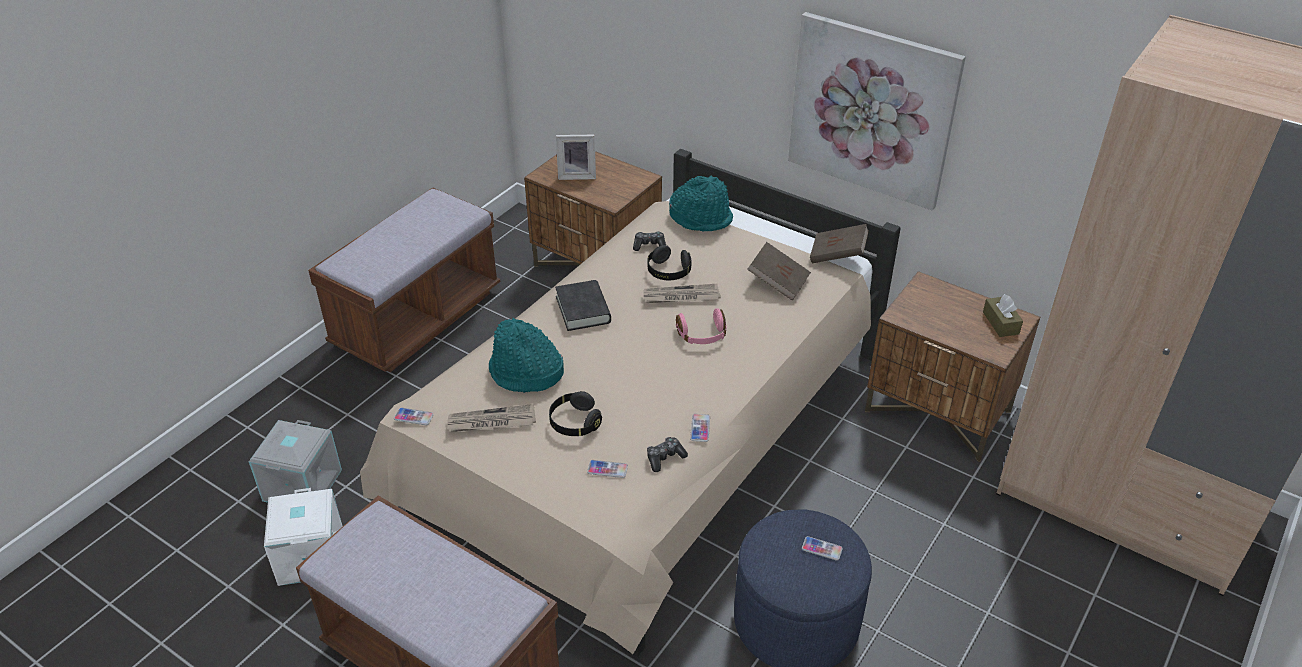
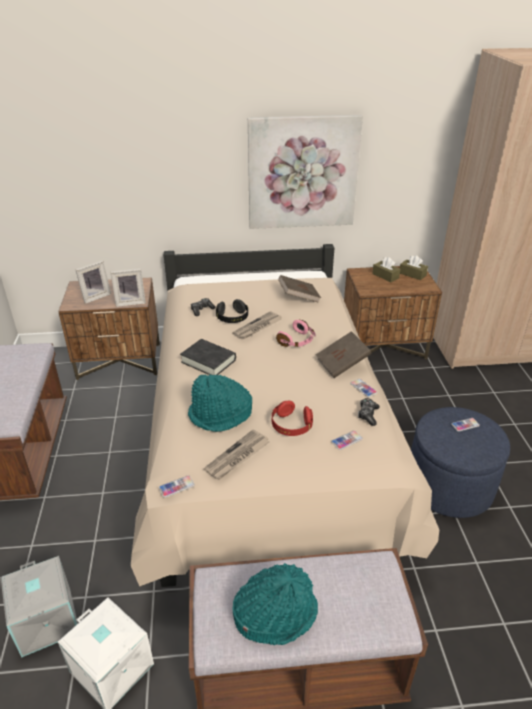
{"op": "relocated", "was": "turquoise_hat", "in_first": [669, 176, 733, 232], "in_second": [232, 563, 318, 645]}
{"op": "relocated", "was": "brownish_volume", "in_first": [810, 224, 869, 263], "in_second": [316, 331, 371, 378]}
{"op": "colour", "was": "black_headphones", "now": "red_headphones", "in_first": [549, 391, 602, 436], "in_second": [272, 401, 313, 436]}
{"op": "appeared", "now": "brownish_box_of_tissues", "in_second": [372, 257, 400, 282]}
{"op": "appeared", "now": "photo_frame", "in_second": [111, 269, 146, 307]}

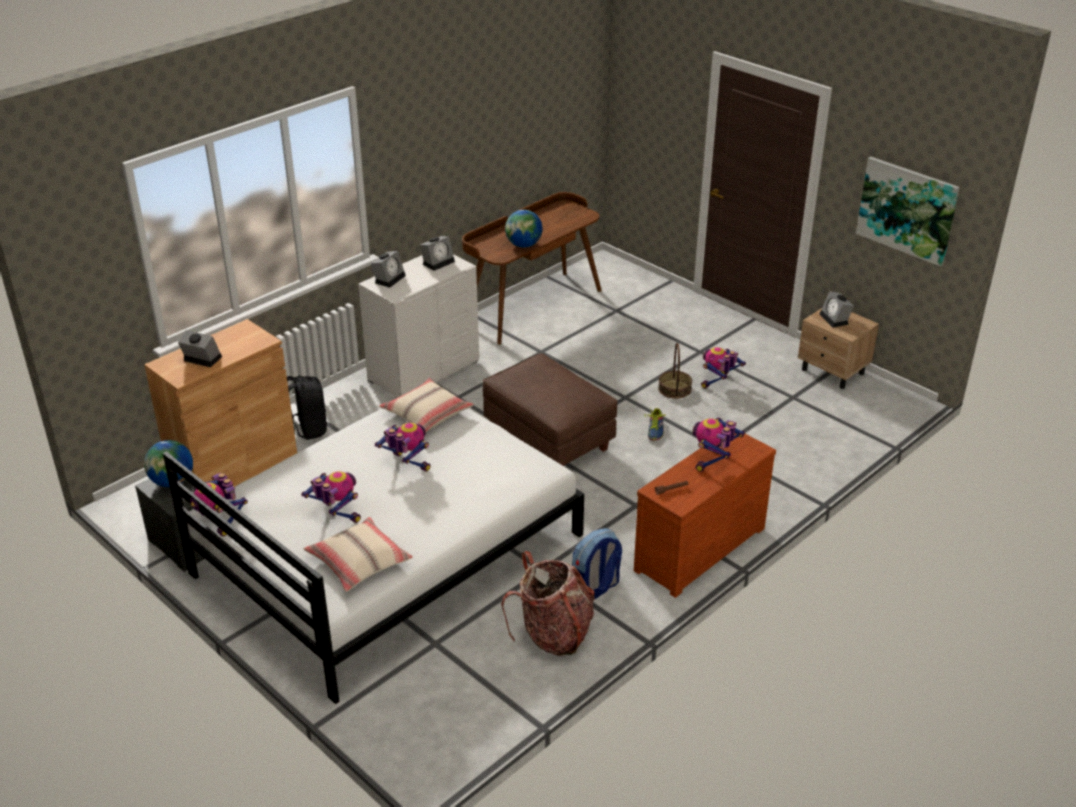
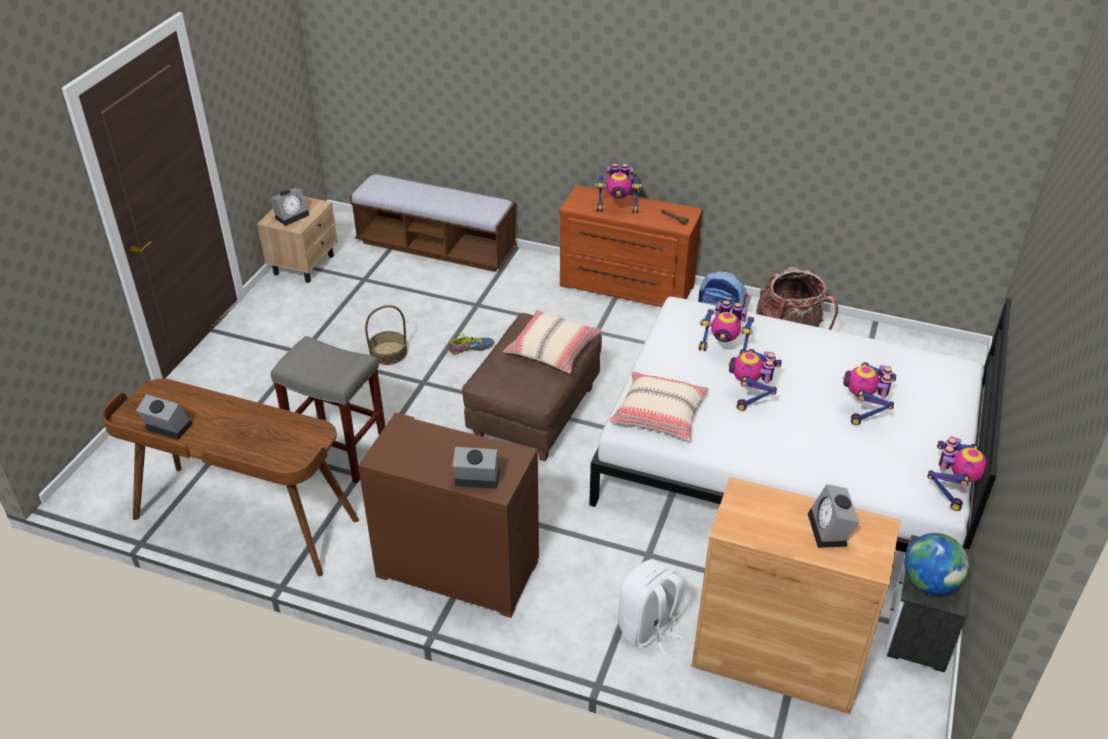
{"op": "missing", "was": "wall_picture", "in_first": [856, 157, 960, 267]}
{"op": "missing", "was": "globe", "in_first": [505, 210, 543, 248]}
{"op": "relocated", "was": "table_clock", "in_first": [420, 236, 455, 271], "in_second": [136, 394, 193, 440]}
{"op": "colour", "was": "white_dresser", "now": "brownish_dresser", "in_first": [358, 254, 479, 398], "in_second": [358, 412, 539, 618]}
{"op": "relocated", "was": "robot_figure", "in_first": [701, 347, 746, 389], "in_second": [699, 300, 755, 355]}
{"op": "colour", "was": "black_backpack", "now": "white_backpack", "in_first": [287, 376, 327, 440], "in_second": [618, 559, 685, 656]}
{"op": "relocated", "was": "beige-coloured_throw_pillow", "in_first": [303, 517, 413, 592], "in_second": [503, 310, 602, 373]}
{"op": "appeared", "now": "indoor_bench", "in_second": [350, 174, 517, 272]}
{"op": "appeared", "now": "grey_stool_seat", "in_second": [271, 336, 385, 483]}

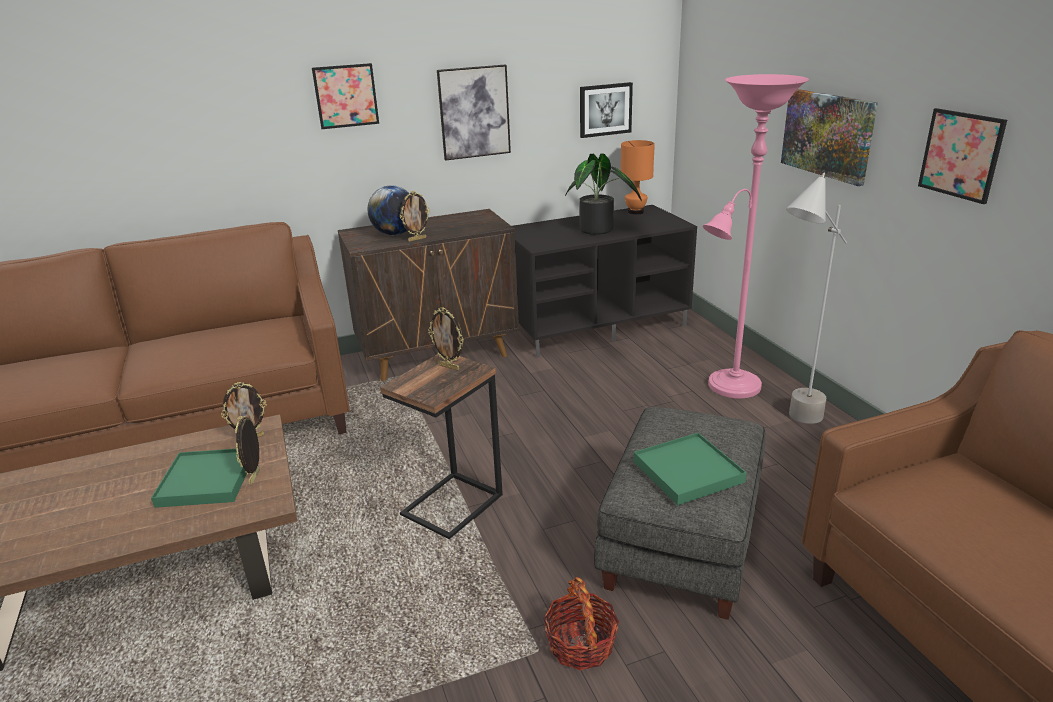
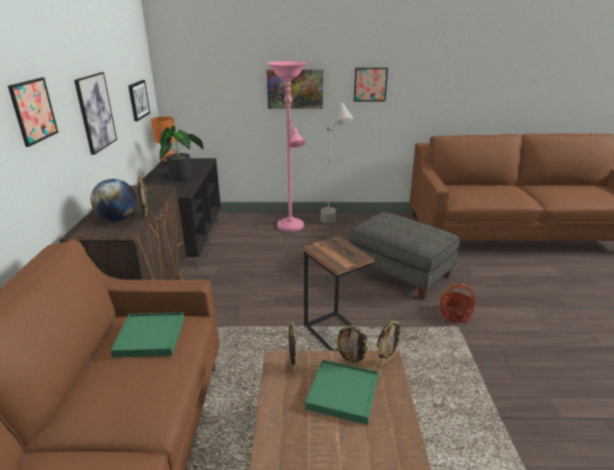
{"op": "relocated", "was": "photo_frame", "in_first": [428, 307, 463, 370], "in_second": [377, 321, 402, 367]}
{"op": "relocated", "was": "greenish_tray", "in_first": [634, 433, 747, 506], "in_second": [110, 312, 184, 358]}

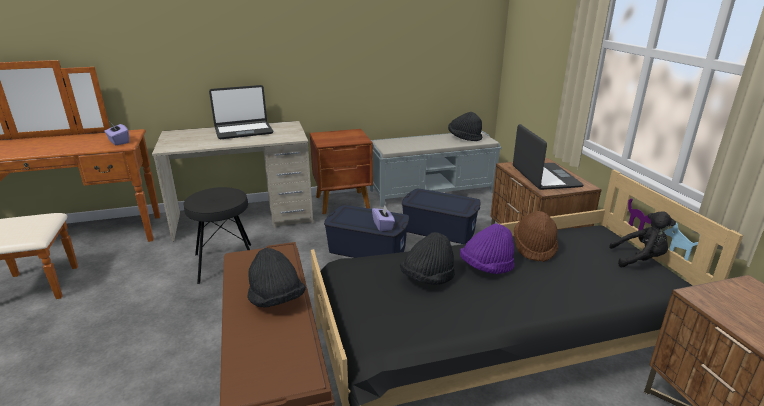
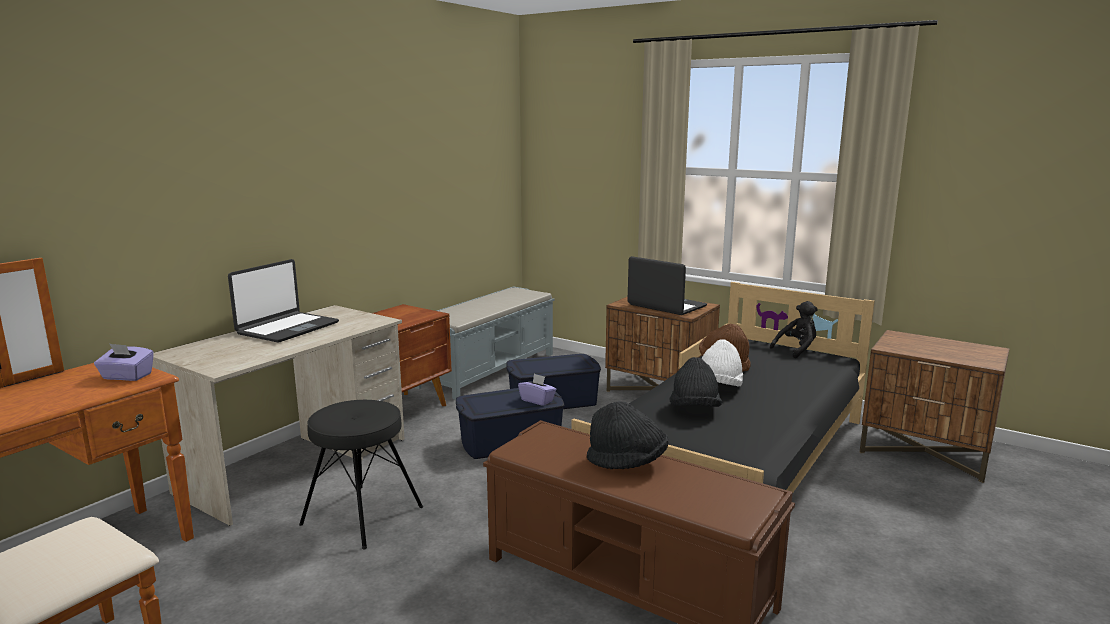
{"op": "missing", "was": "black_hat", "in_first": [448, 112, 482, 141]}
{"op": "colour", "was": "purple_hat", "now": "white_hat", "in_first": [460, 224, 515, 274], "in_second": [702, 339, 743, 387]}

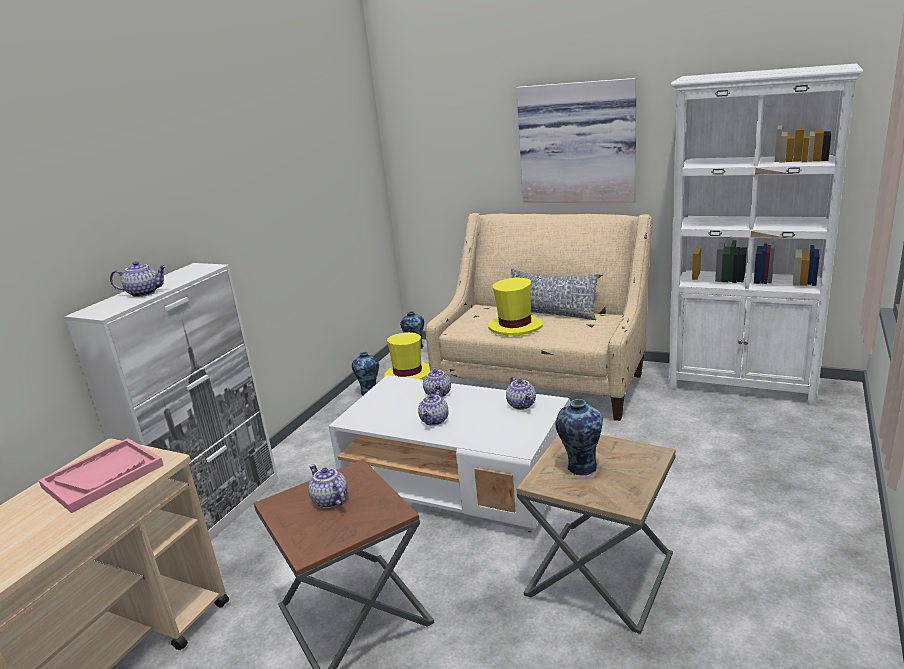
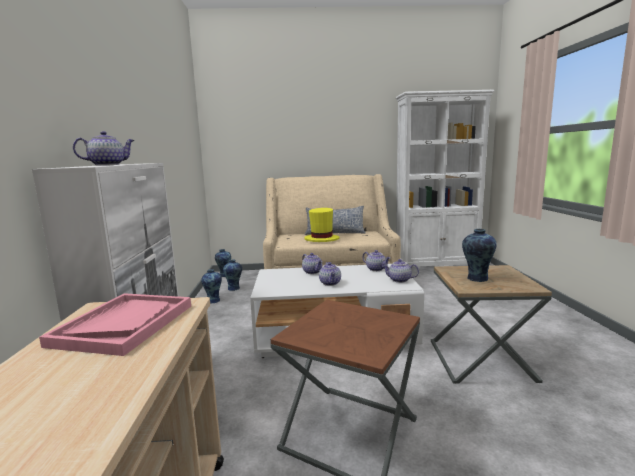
{"op": "missing", "was": "wall_picture", "in_first": [516, 78, 636, 202]}
{"op": "exchanged", "was": "yellow_hat", "now": "vase", "in_first": [384, 332, 430, 380], "in_second": [223, 260, 242, 291]}
{"op": "relocated", "was": "teapot", "in_first": [308, 464, 347, 508], "in_second": [382, 259, 419, 283]}

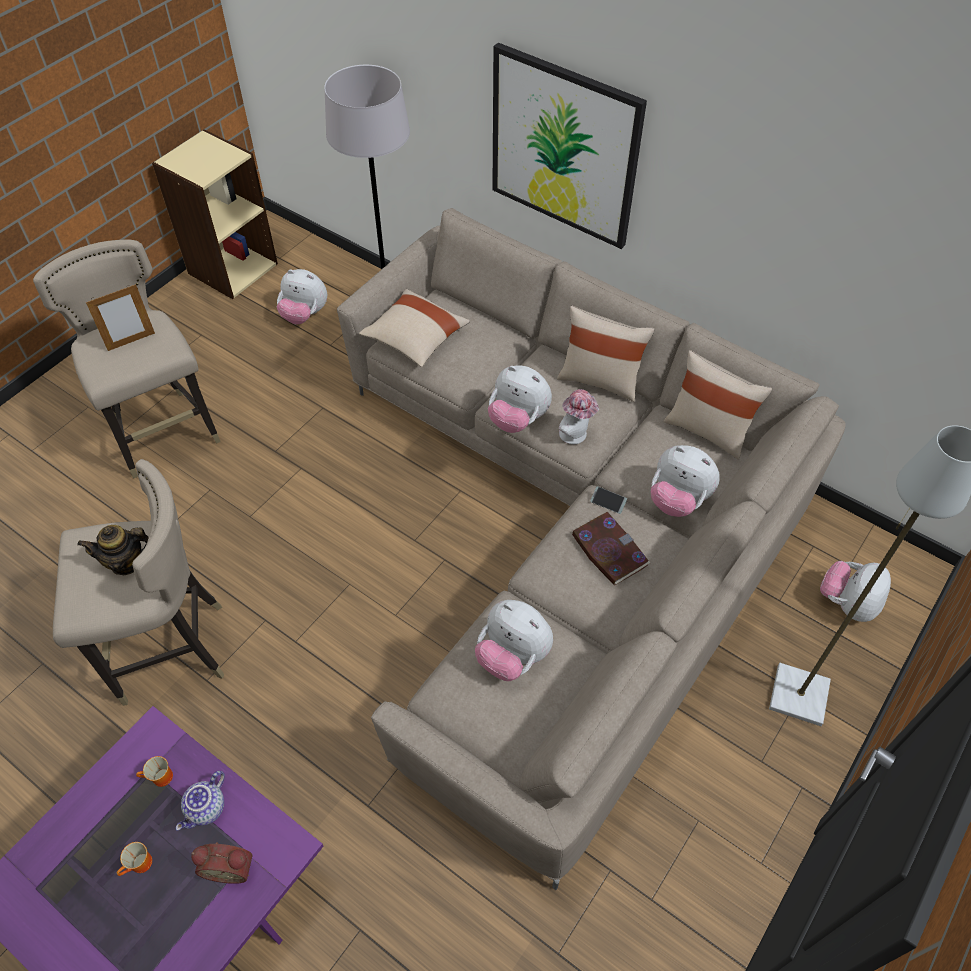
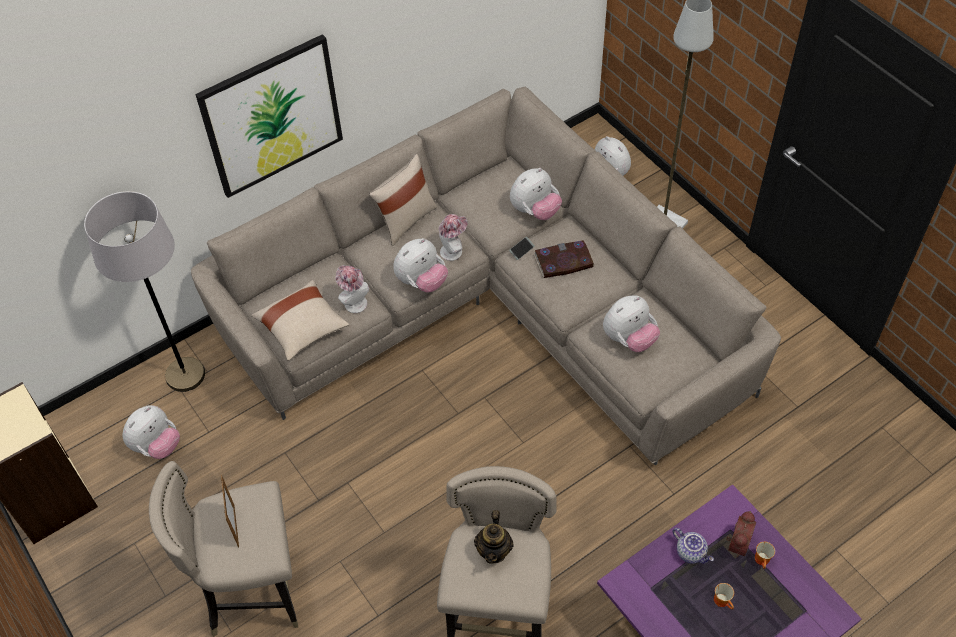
{"op": "missing", "was": "beige-coloured_throw_pillow", "in_first": [663, 350, 772, 460]}
{"op": "relocated", "was": "mug", "in_first": [136, 756, 173, 787], "in_second": [755, 542, 775, 569]}
{"op": "appeared", "now": "hat", "in_second": [335, 265, 369, 313]}

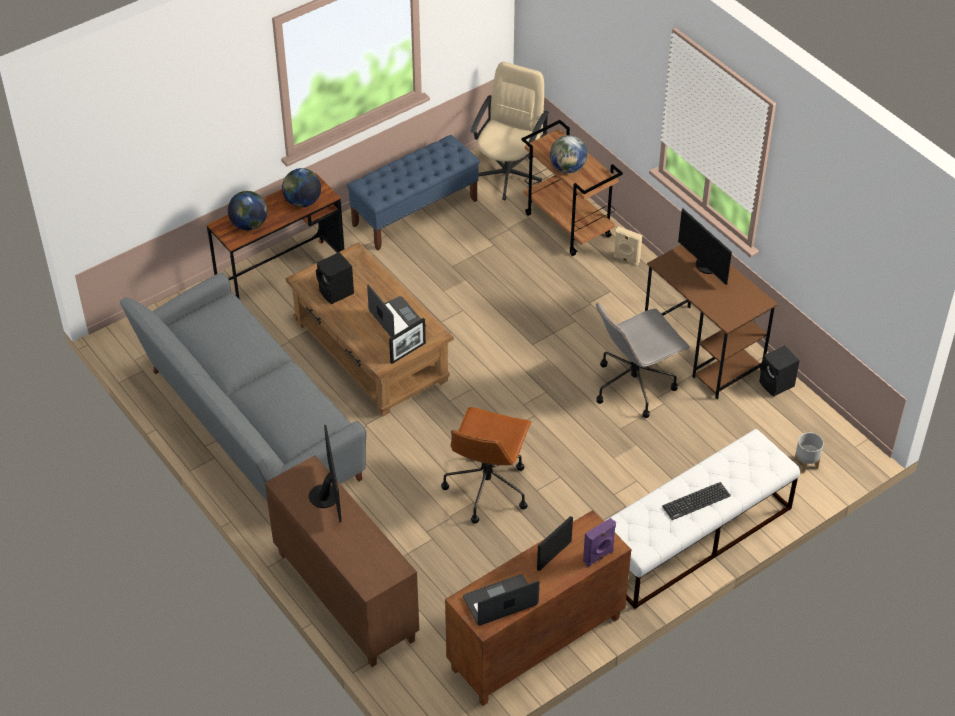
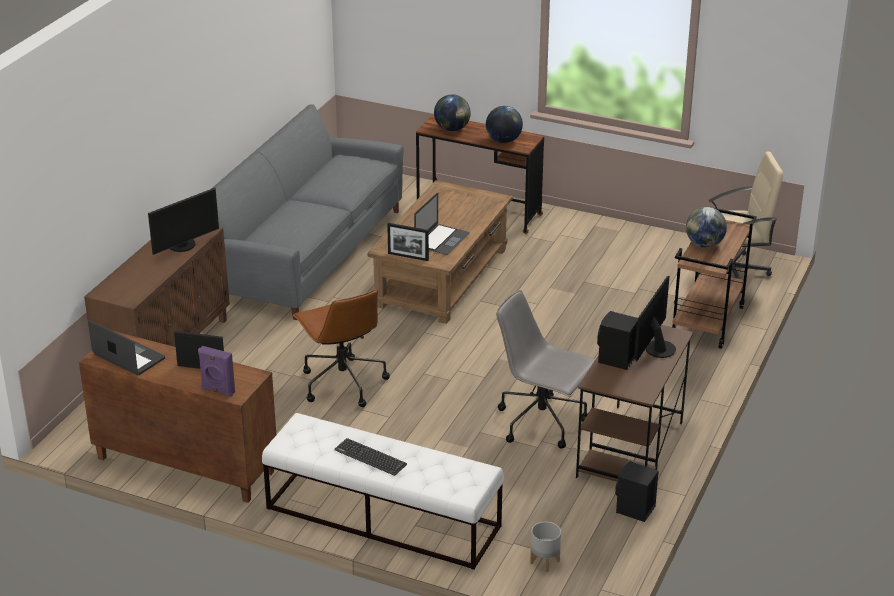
{"op": "missing", "was": "bluish_indoor_bench", "in_first": [347, 135, 480, 251]}
{"op": "missing", "was": "beige-coloured_audio_speaker", "in_first": [614, 227, 642, 266]}
{"op": "relocated", "was": "black_audio_speaker", "in_first": [316, 252, 354, 304], "in_second": [597, 311, 638, 370]}
{"op": "spun", "was": "brownish_desk_chair", "in_first": [441, 407, 532, 524], "in_second": [293, 289, 390, 407], "clockwise": -105}

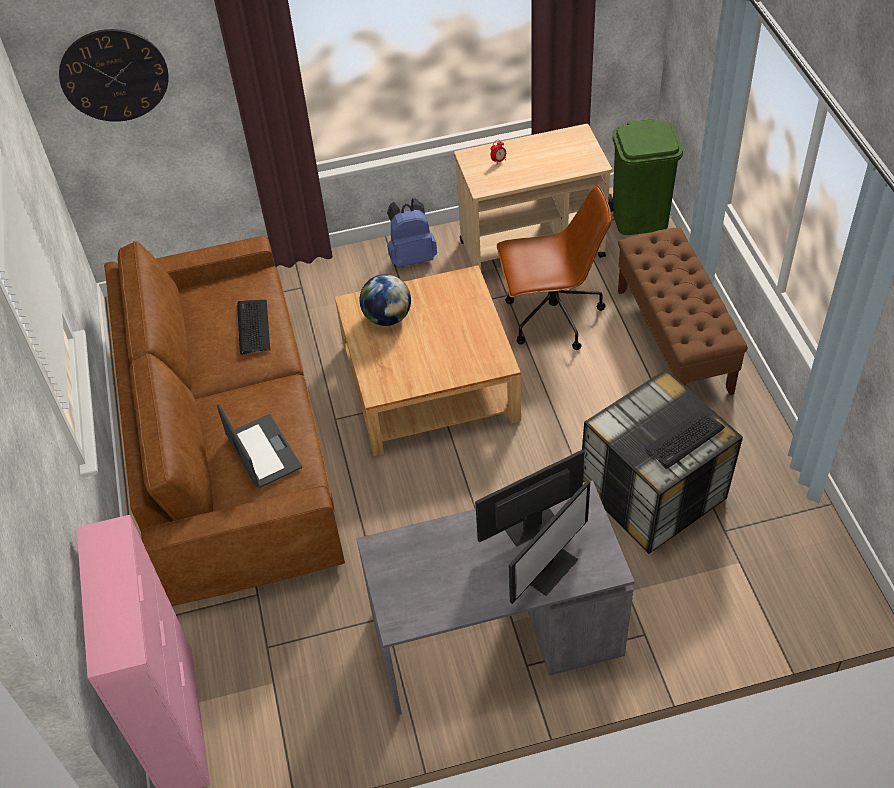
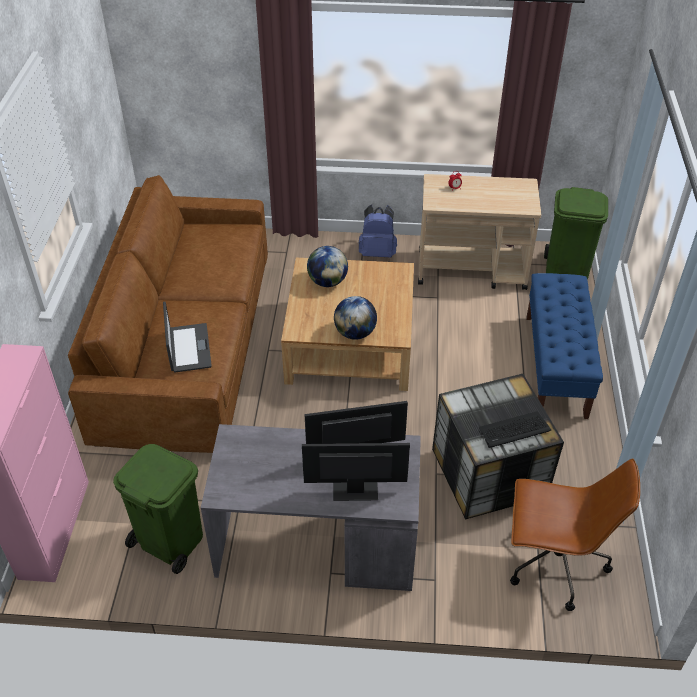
{"op": "missing", "was": "wall_clock", "in_first": [59, 29, 169, 122]}
{"op": "relocated", "was": "brownish_desk_chair", "in_first": [497, 185, 612, 350], "in_second": [510, 458, 640, 611]}
{"op": "colour", "was": "brownish_indoor_bench", "now": "bluish_indoor_bench", "in_first": [618, 227, 748, 395], "in_second": [526, 273, 603, 419]}
{"op": "missing", "was": "computer_keyboard", "in_first": [237, 300, 270, 355]}
{"op": "spun", "was": "monitor", "in_first": [509, 480, 590, 604], "in_second": [302, 443, 410, 501], "clockwise": -150}
{"op": "appeared", "now": "globe", "in_second": [334, 296, 377, 340]}
{"op": "appeared", "now": "greenish_trash_can", "in_second": [113, 444, 203, 574]}

